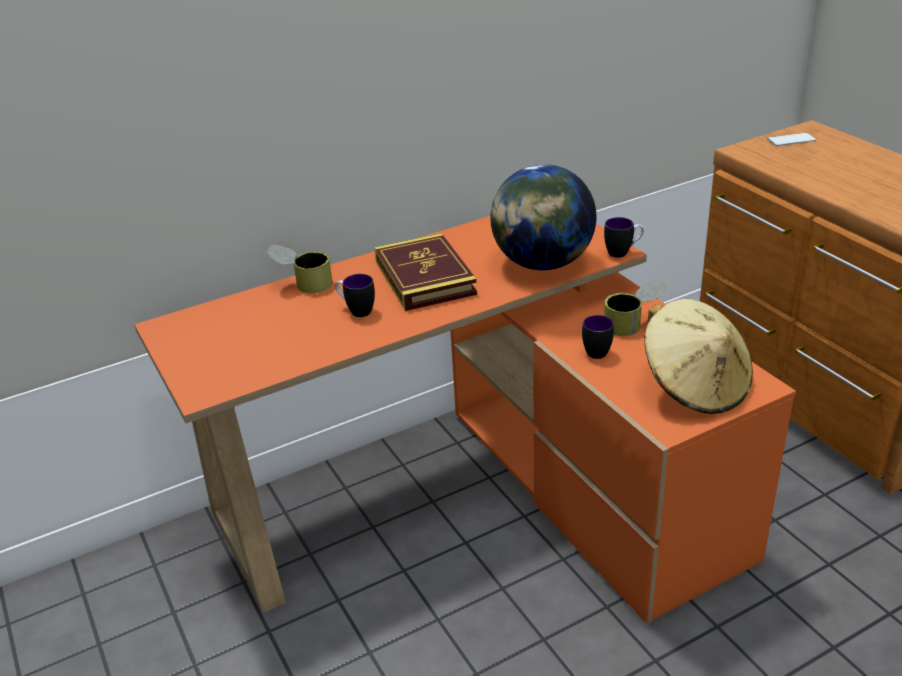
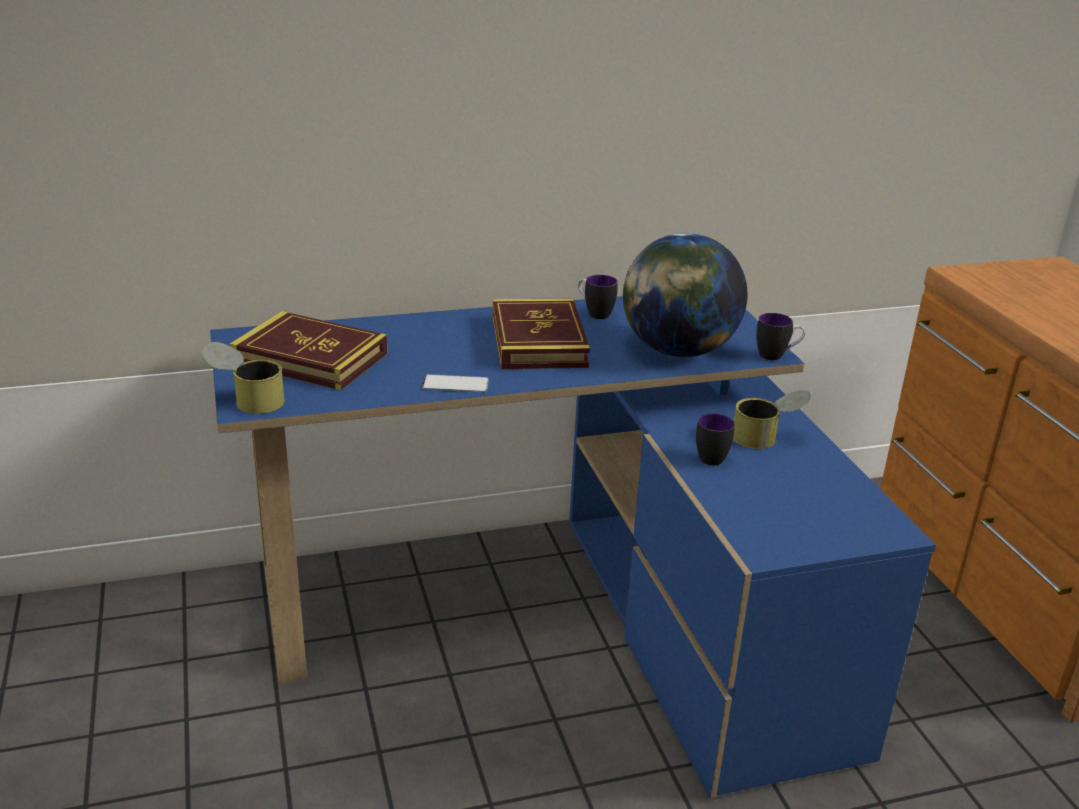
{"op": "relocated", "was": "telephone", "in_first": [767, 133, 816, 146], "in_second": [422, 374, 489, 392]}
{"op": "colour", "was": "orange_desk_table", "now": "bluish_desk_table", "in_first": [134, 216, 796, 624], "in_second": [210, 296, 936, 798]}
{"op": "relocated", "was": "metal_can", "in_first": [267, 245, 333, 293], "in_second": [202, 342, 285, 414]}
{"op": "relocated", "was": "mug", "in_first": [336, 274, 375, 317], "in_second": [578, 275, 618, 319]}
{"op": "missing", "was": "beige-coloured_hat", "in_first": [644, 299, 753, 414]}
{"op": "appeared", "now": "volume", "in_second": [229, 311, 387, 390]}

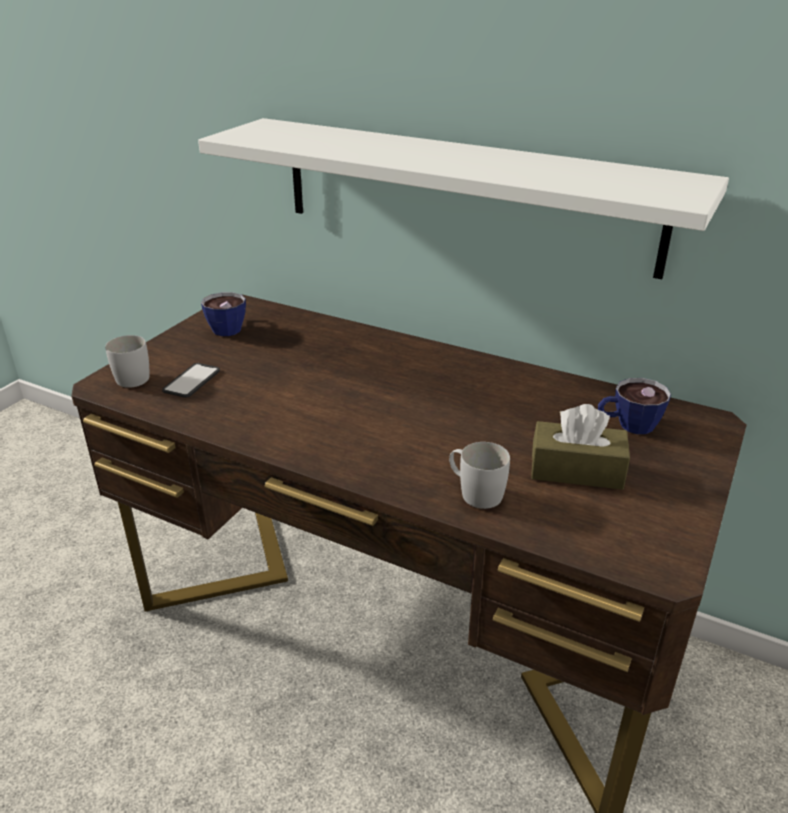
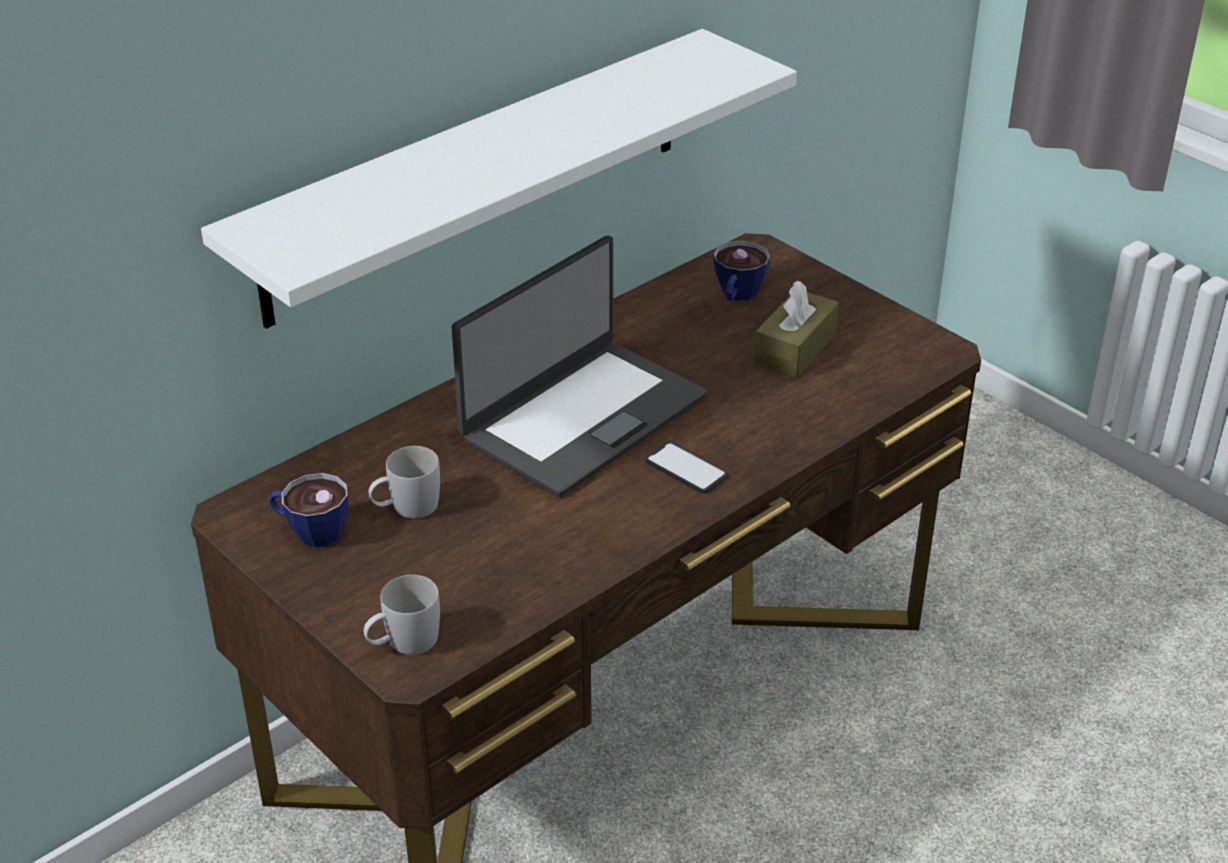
{"op": "relocated", "was": "telephone", "in_first": [162, 363, 220, 398], "in_second": [645, 441, 728, 493]}
{"op": "relocated", "was": "white_mug", "in_first": [449, 442, 510, 509], "in_second": [369, 446, 440, 519]}
{"op": "appeared", "now": "notebook_computer", "in_second": [451, 236, 707, 497]}

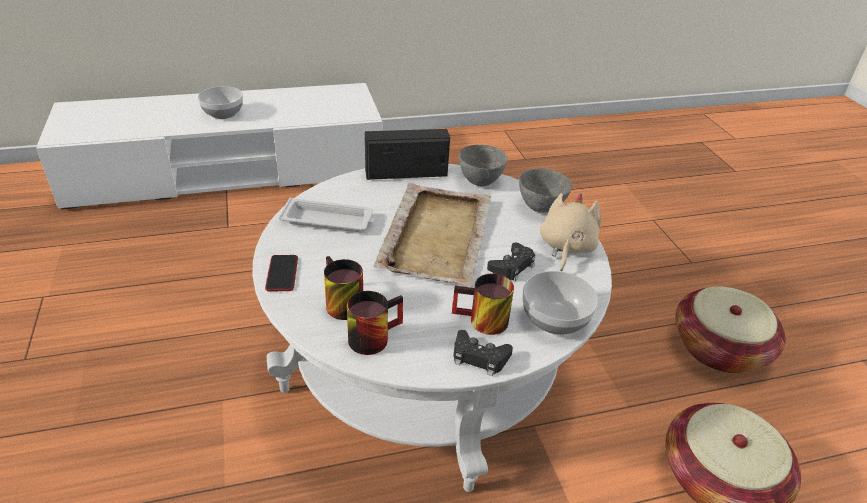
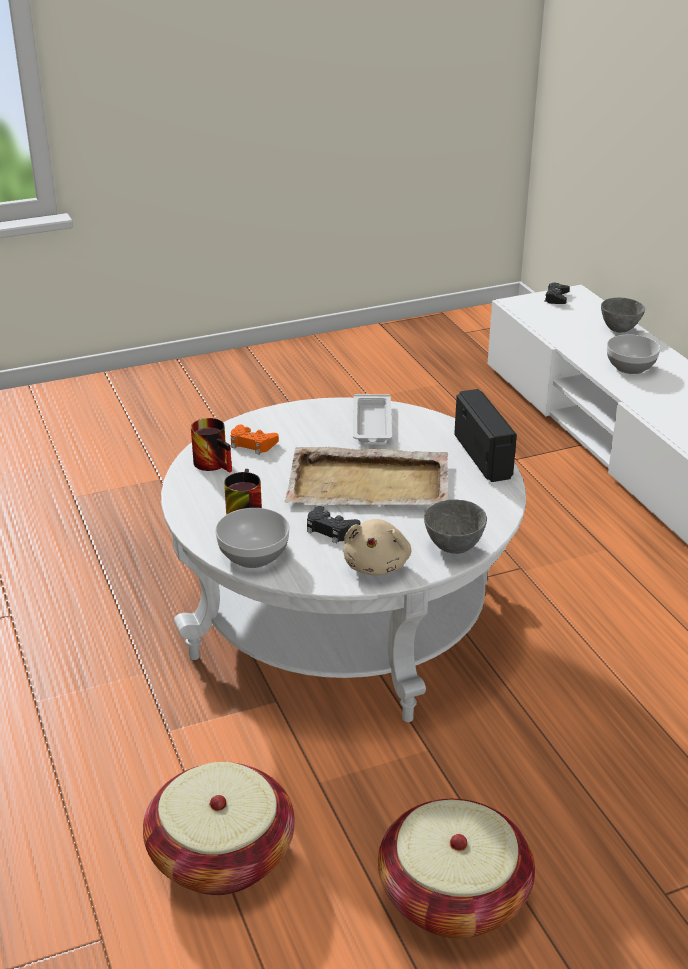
{"op": "relocated", "was": "grey_serving_bowl", "in_first": [459, 145, 508, 186], "in_second": [601, 297, 645, 332]}
{"op": "spun", "was": "beige-coloured_cuddly_toy", "in_first": [540, 193, 601, 271], "in_second": [344, 519, 411, 575], "clockwise": 90}
{"op": "missing", "was": "telephone", "in_first": [265, 255, 298, 291]}
{"op": "exchanged", "was": "mug", "now": "orange_joypad", "in_first": [324, 256, 363, 320], "in_second": [231, 425, 279, 455]}
{"op": "relocated", "was": "black_joypad", "in_first": [453, 330, 513, 376], "in_second": [544, 283, 570, 304]}

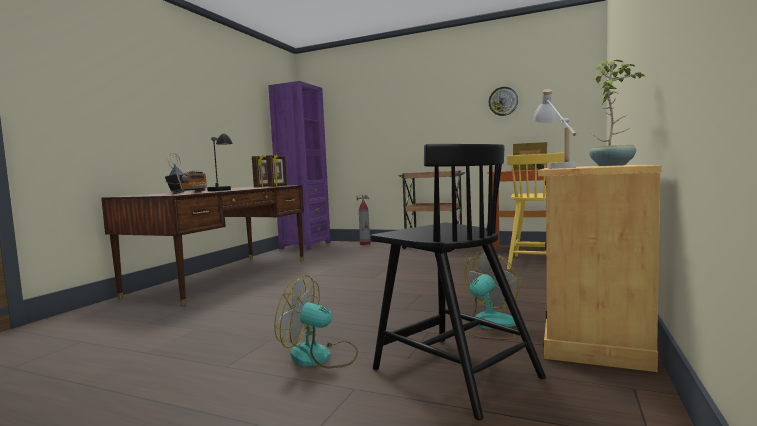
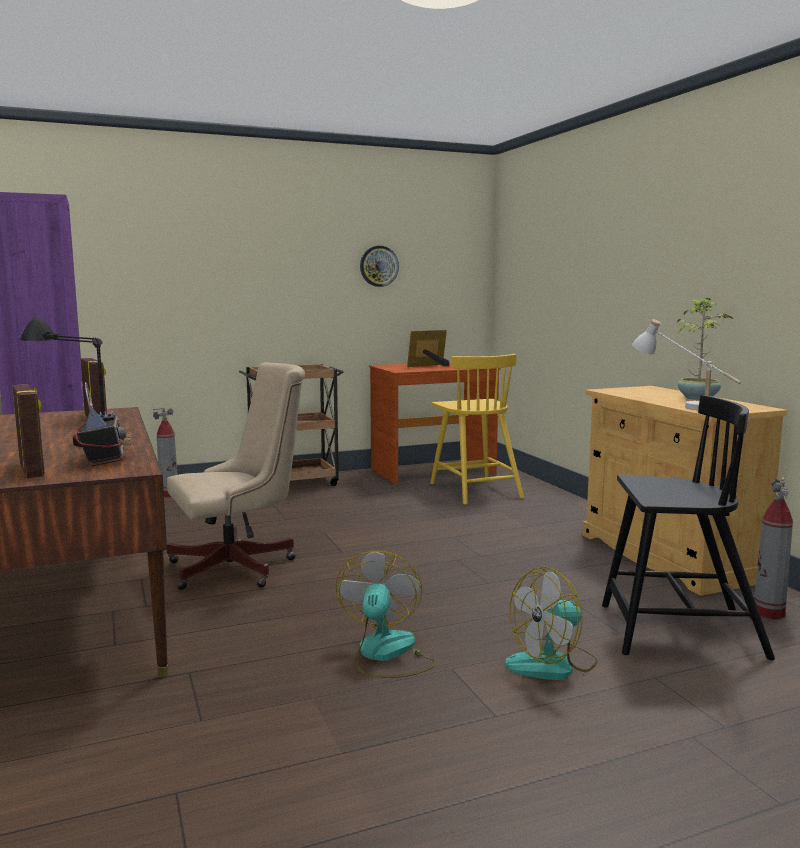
{"op": "relocated", "was": "photo_frame", "in_first": [266, 154, 287, 187], "in_second": [12, 384, 44, 478]}
{"op": "relocated", "was": "cooling_fan", "in_first": [463, 251, 519, 339], "in_second": [335, 551, 437, 678]}
{"op": "appeared", "now": "beige-coloured_desk_chair", "in_second": [167, 362, 305, 590]}
{"op": "appeared", "now": "fire-fighting_cylinder", "in_second": [754, 476, 793, 619]}

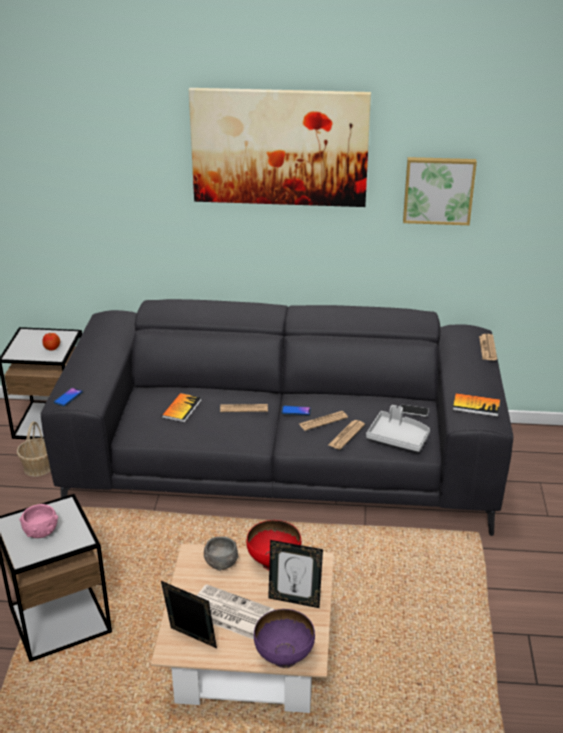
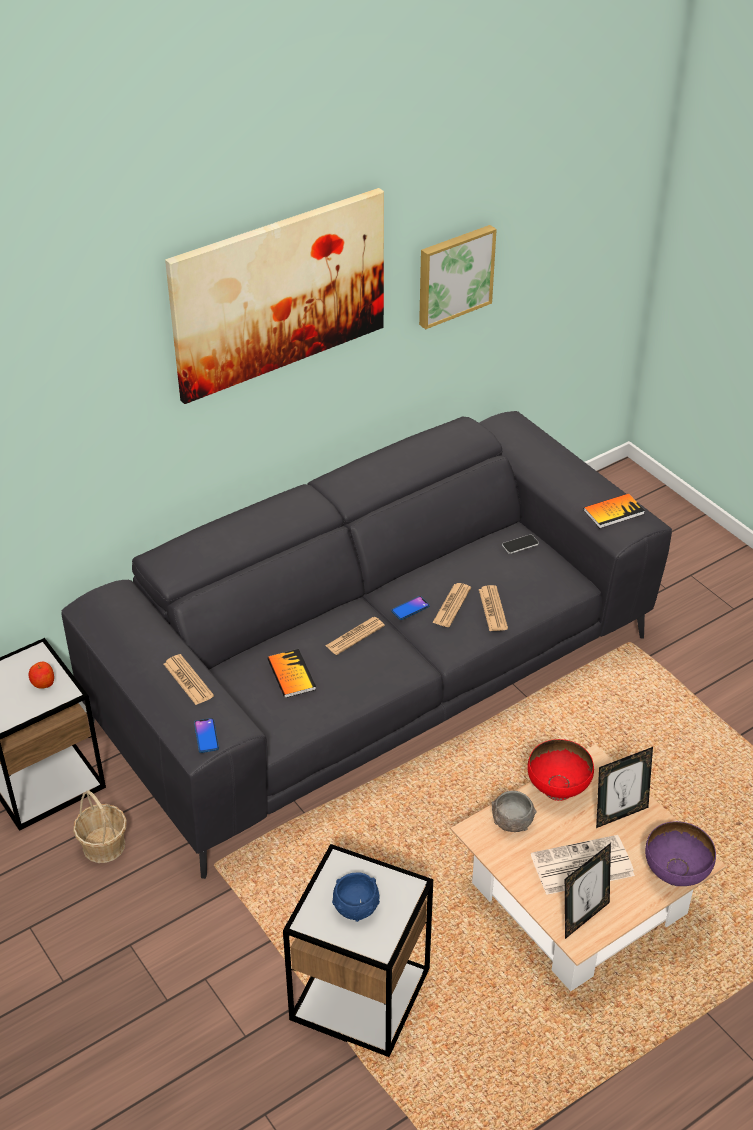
{"op": "relocated", "was": "daily_paper", "in_first": [479, 334, 497, 360], "in_second": [164, 654, 214, 705]}
{"op": "missing", "was": "grey_tray", "in_first": [366, 405, 430, 452]}
{"op": "colour", "was": "pink_serving_bowl", "now": "bluish_serving_bowl", "in_first": [19, 504, 58, 538], "in_second": [332, 872, 380, 922]}
{"op": "spun", "was": "photo_frame", "in_first": [161, 581, 217, 648], "in_second": [565, 843, 611, 939], "clockwise": 150}

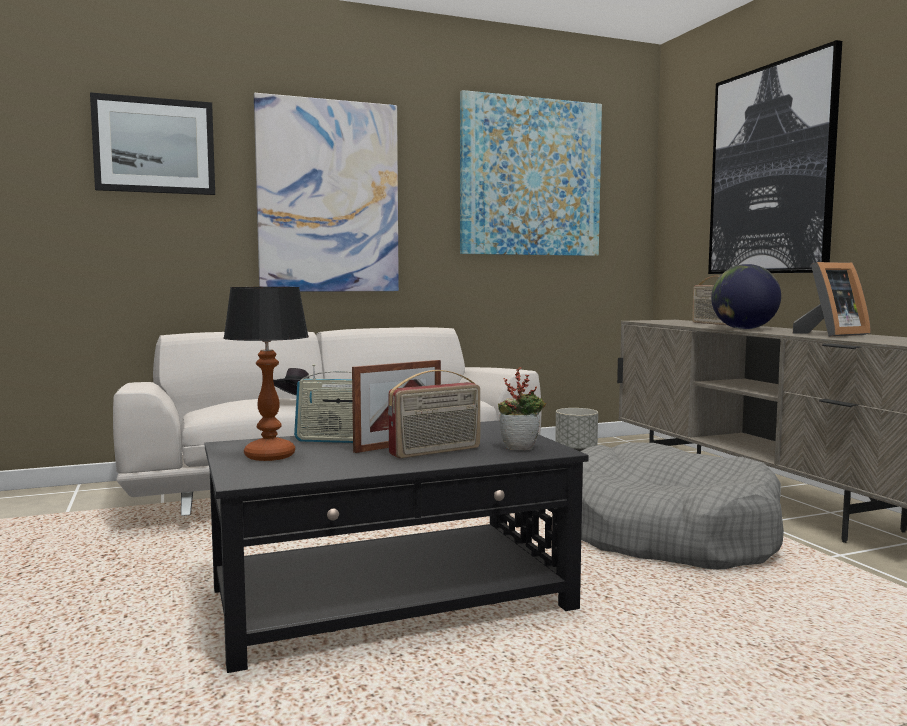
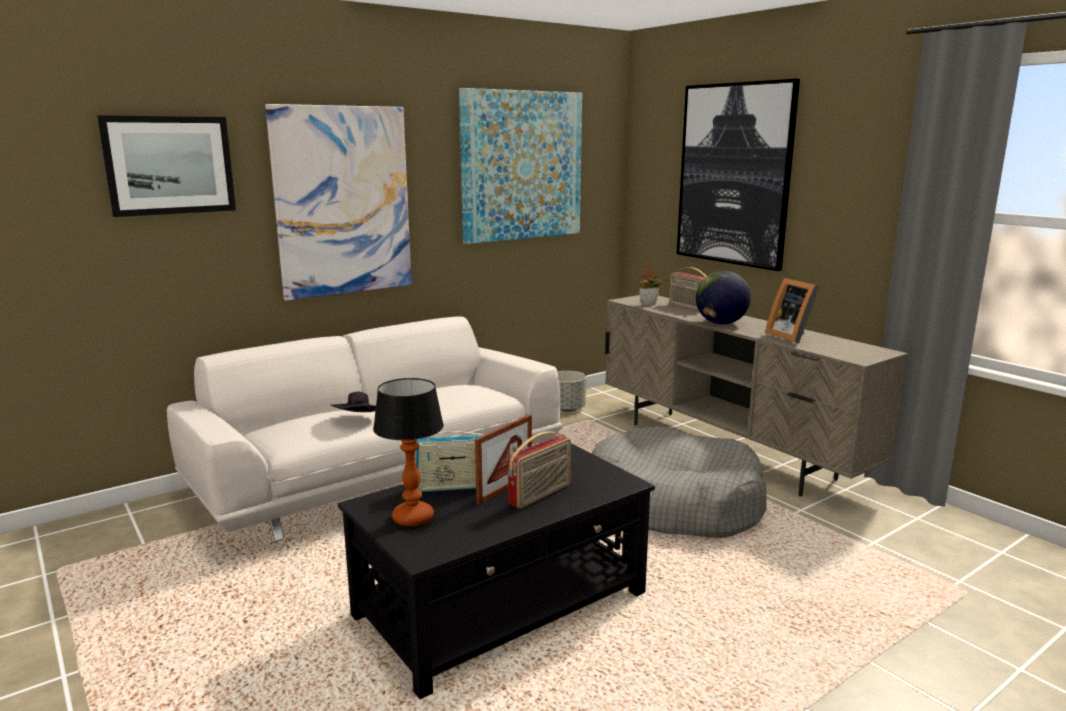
{"op": "spun", "was": "photo_frame", "in_first": [793, 262, 871, 337], "in_second": [765, 278, 819, 343], "clockwise": 105}
{"op": "relocated", "was": "plant_in_a_pot", "in_first": [498, 367, 546, 450], "in_second": [639, 264, 662, 306]}

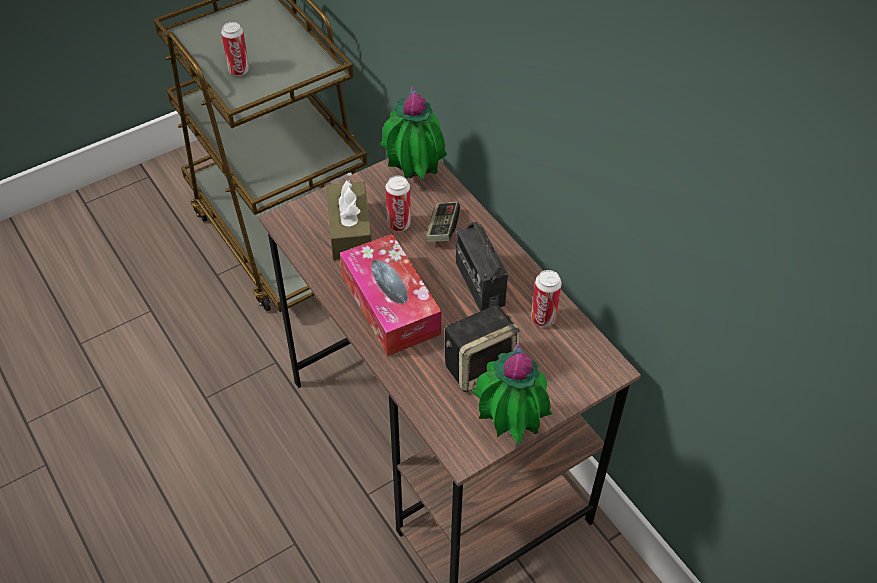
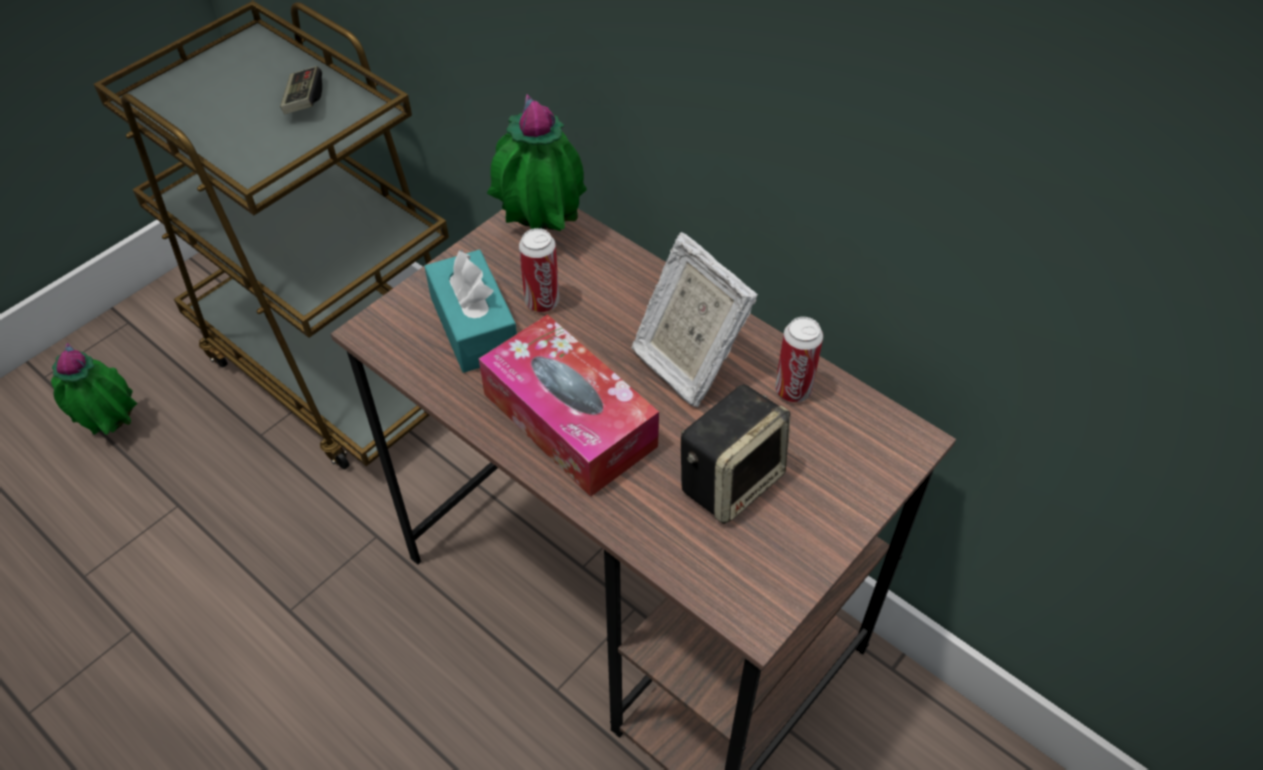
{"op": "missing", "was": "metal_can", "in_first": [221, 22, 249, 76]}
{"op": "colour", "was": "brownish_box_of_tissues", "now": "turquoise_box_of_tissues", "in_first": [326, 180, 372, 260], "in_second": [424, 249, 517, 373]}
{"op": "relocated", "was": "joypad", "in_first": [426, 202, 460, 242], "in_second": [280, 66, 322, 114]}
{"op": "exchanged", "was": "radio", "now": "photo_frame", "in_first": [456, 222, 508, 311], "in_second": [631, 232, 758, 407]}
{"op": "relocated", "was": "plant_in_a_pot", "in_first": [472, 343, 552, 444], "in_second": [51, 343, 138, 435]}

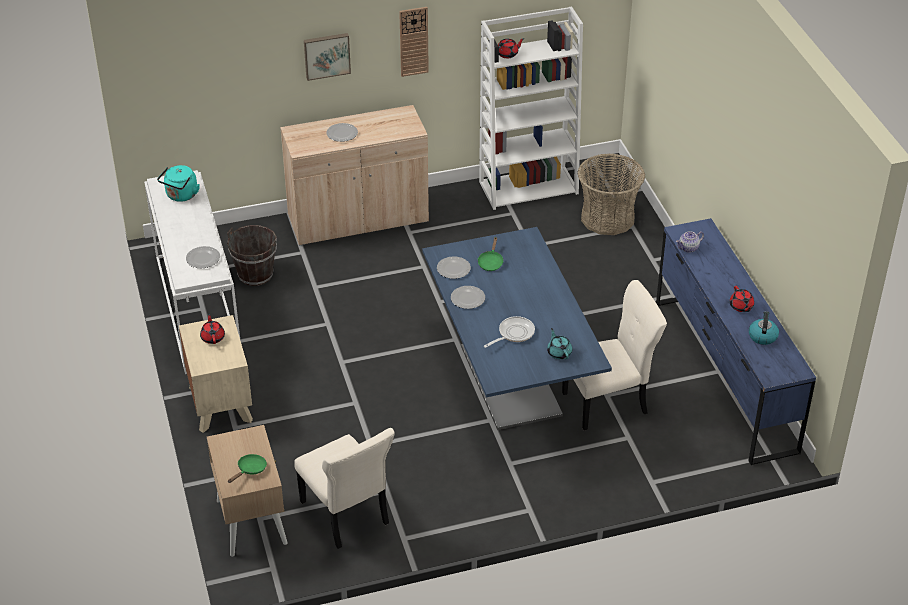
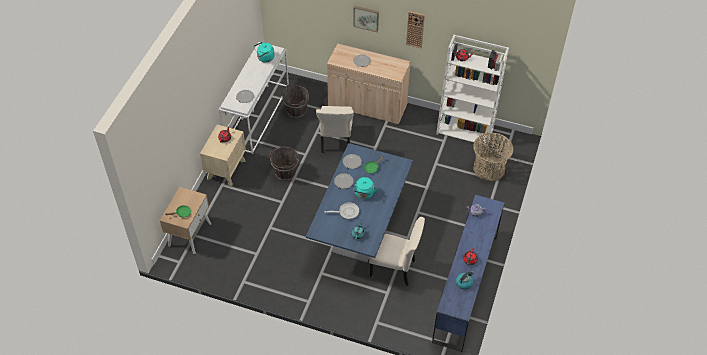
{"op": "relocated", "was": "beige-coloured_upright_chair", "in_first": [294, 428, 395, 549], "in_second": [316, 106, 354, 153]}
{"op": "appeared", "now": "brownish_pail", "in_second": [270, 146, 299, 181]}
{"op": "appeared", "now": "turquoise_kettle", "in_second": [353, 177, 378, 199]}

